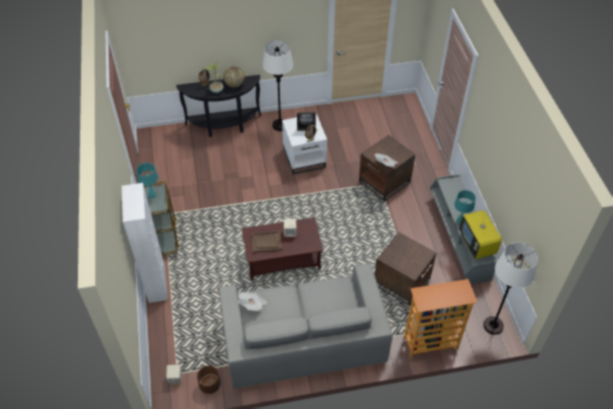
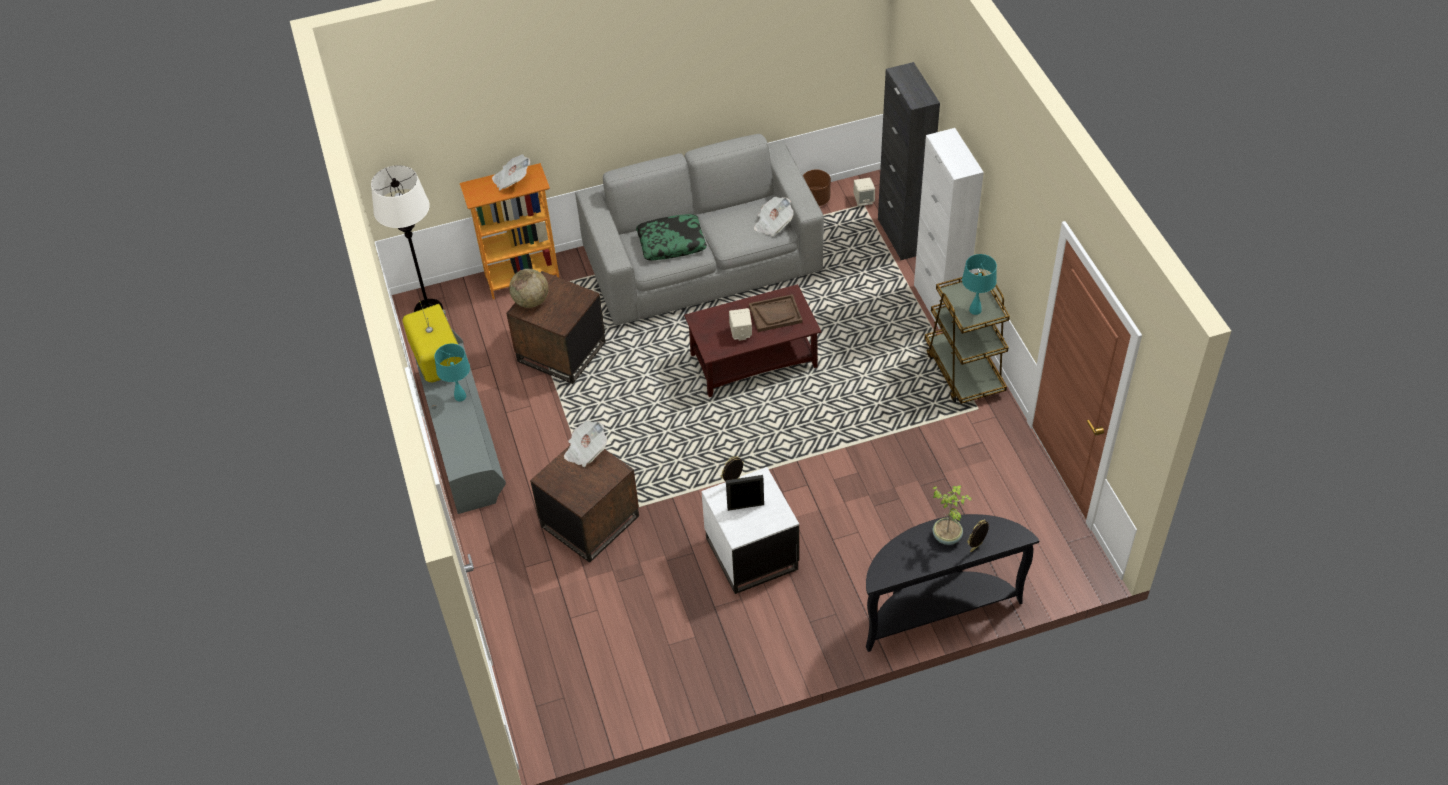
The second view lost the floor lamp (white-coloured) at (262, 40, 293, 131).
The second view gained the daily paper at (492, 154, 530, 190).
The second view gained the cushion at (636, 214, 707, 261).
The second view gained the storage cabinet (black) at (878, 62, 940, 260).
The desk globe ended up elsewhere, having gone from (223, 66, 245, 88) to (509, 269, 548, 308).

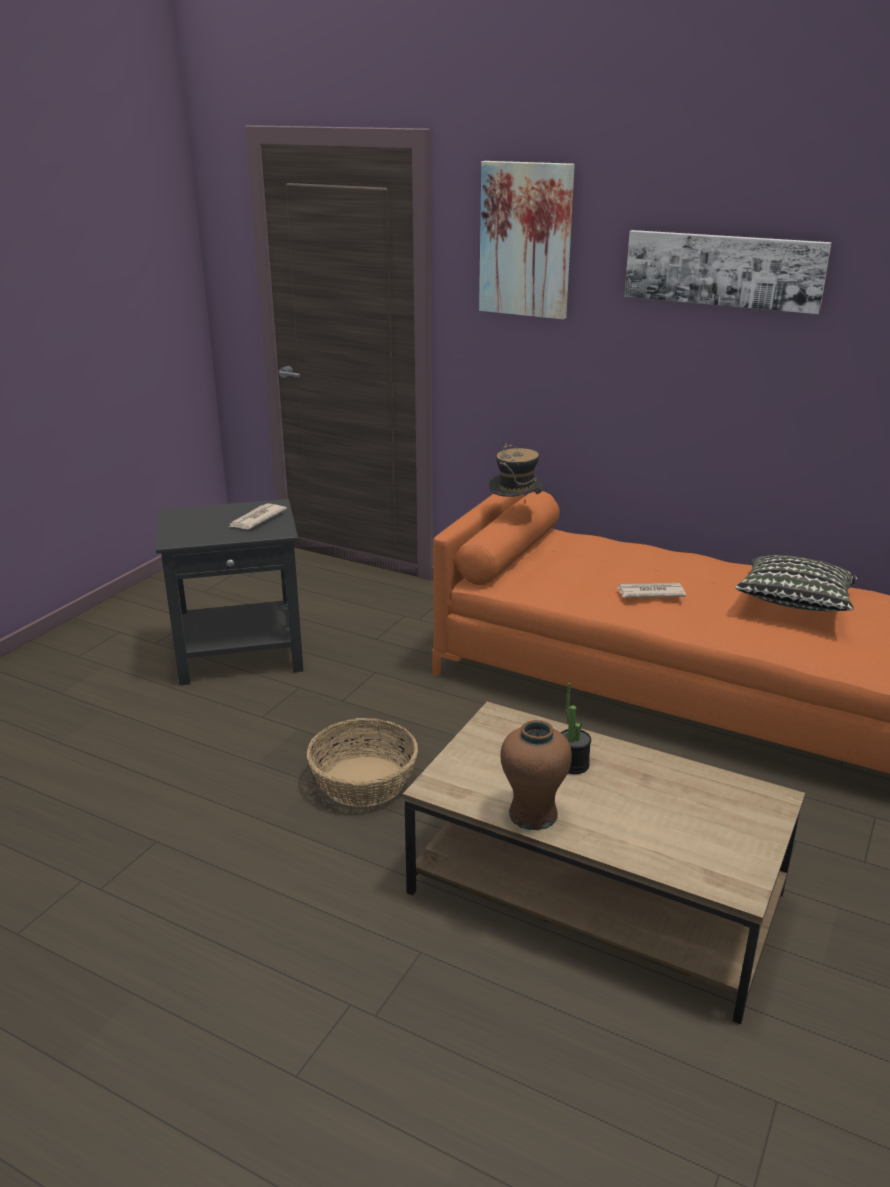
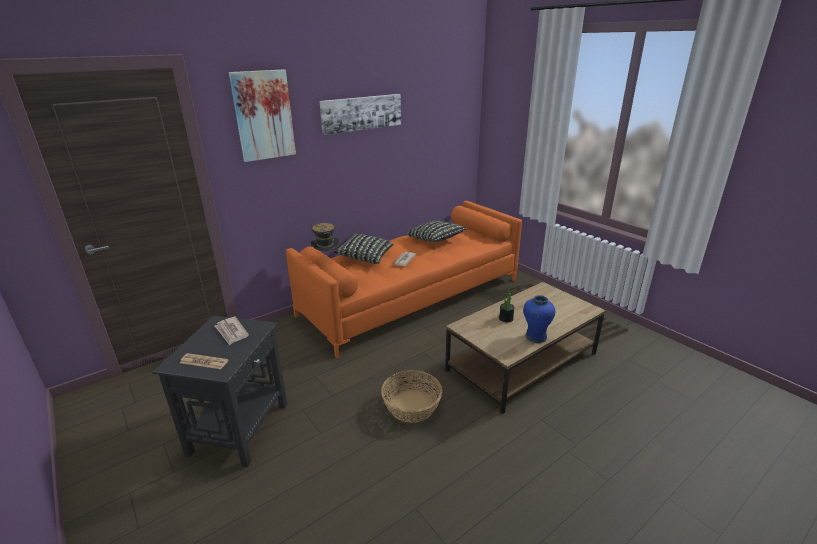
The second view gained the daily paper at (180, 353, 228, 369).
The second view gained the cushion at (334, 233, 393, 264).
What was the vase (brown-coloured) at (500, 720, 572, 830) turned into the vase (blue-coloured) at (523, 295, 555, 343).

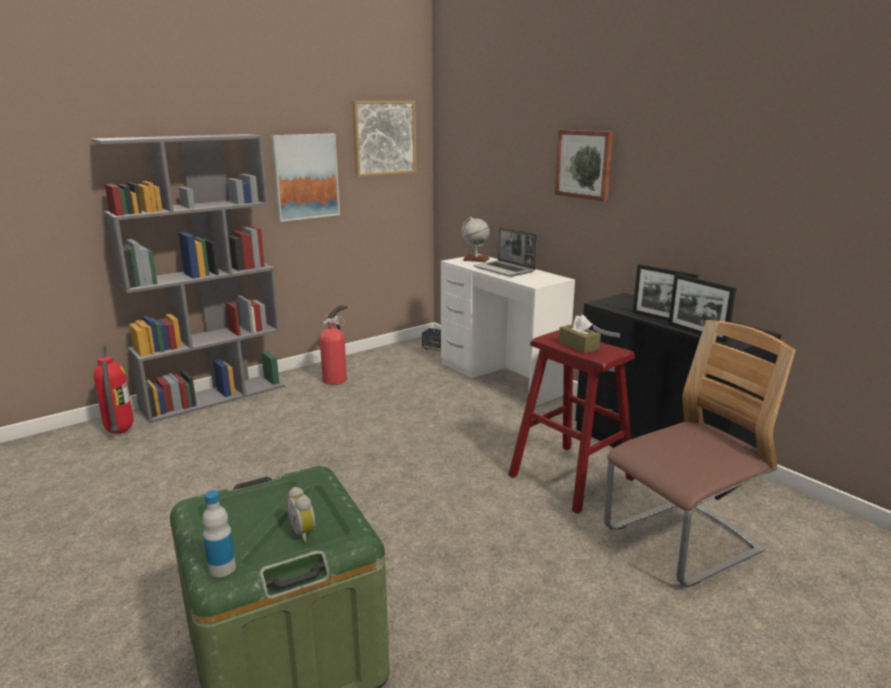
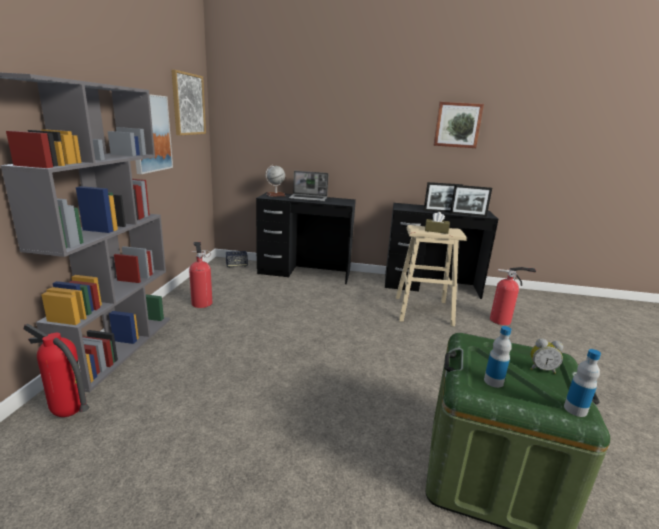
The second view gained the bottle at (484, 326, 512, 388).
The wall picture ended up elsewhere, having gone from (555, 130, 614, 201) to (434, 102, 484, 148).
Where the plain chair stood at (604, 320, 796, 587), the extinguisher came to stand at (490, 267, 536, 325).
What was the desk (white-coloured) at (441, 254, 575, 406) turned into the desk (black) at (256, 192, 356, 284).
What was the sitting stool (red) at (508, 330, 635, 514) turned into the sitting stool (sand-coloured) at (396, 225, 467, 326).

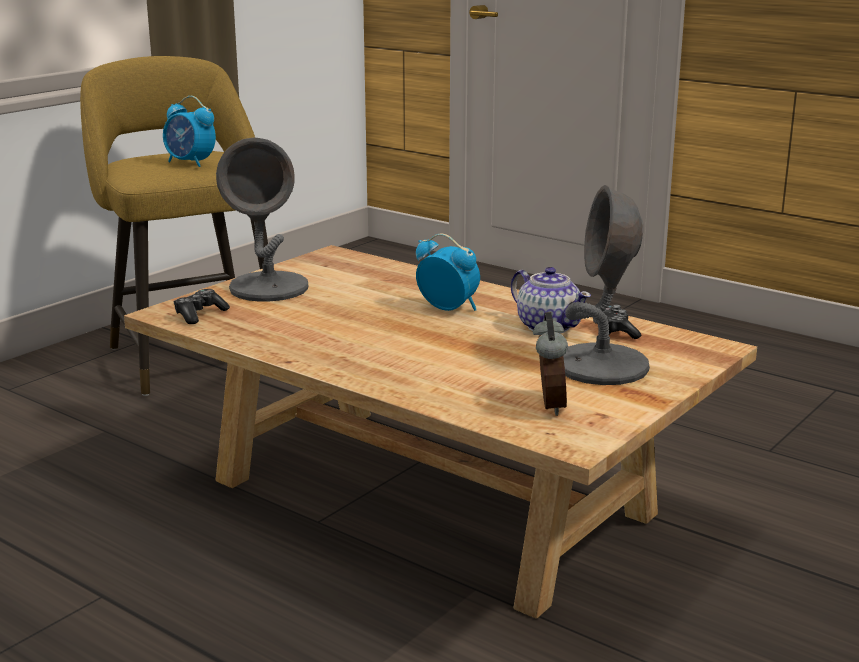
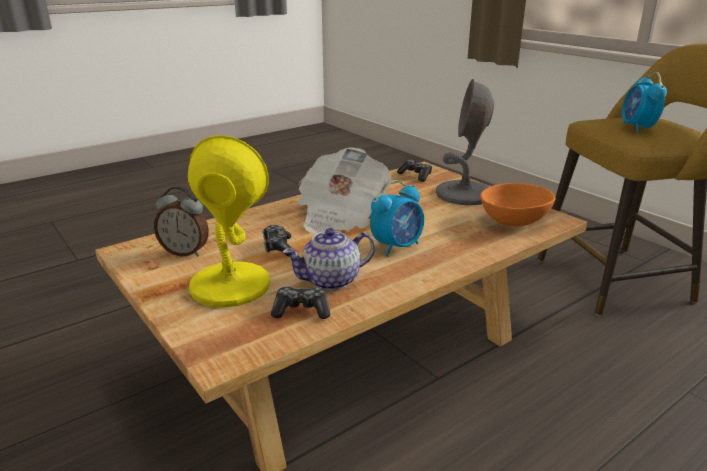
The second view gained the joypad at (262, 225, 292, 257).
The second view gained the daily paper at (298, 147, 392, 234).
The second view gained the deep dish (orange-coloured) at (480, 183, 556, 226).
What was the lamp for a table (gray) at (563, 185, 650, 385) turned into the lamp for a table (yellow-coloured) at (188, 135, 271, 308).
The table clock at (163, 96, 216, 167) ended up facing another way, 45 degrees counterclockwise from before.

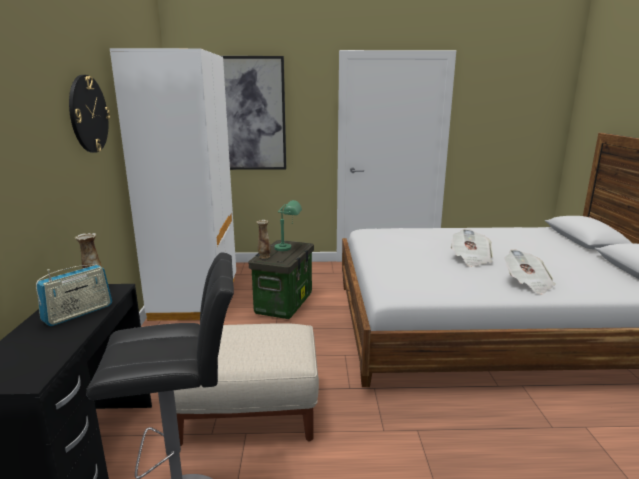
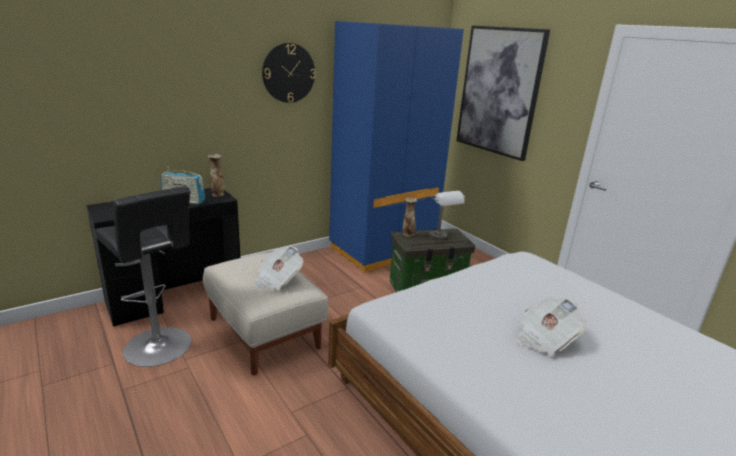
The daily paper ended up elsewhere, having gone from (504, 249, 556, 295) to (253, 246, 303, 290).
What was the wardrobe (white-coloured) at (110, 48, 236, 321) turned into the wardrobe (blue-coloured) at (329, 21, 464, 273).
What was the lamp for a table (greenish) at (274, 200, 302, 251) turned into the lamp for a table (gray) at (429, 191, 465, 240).

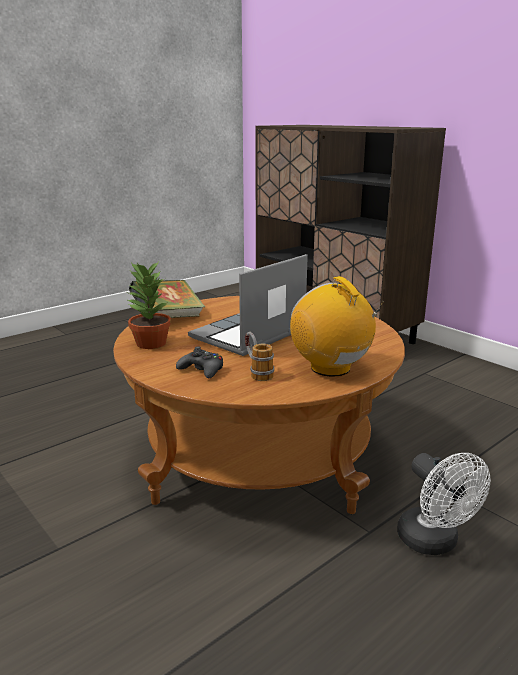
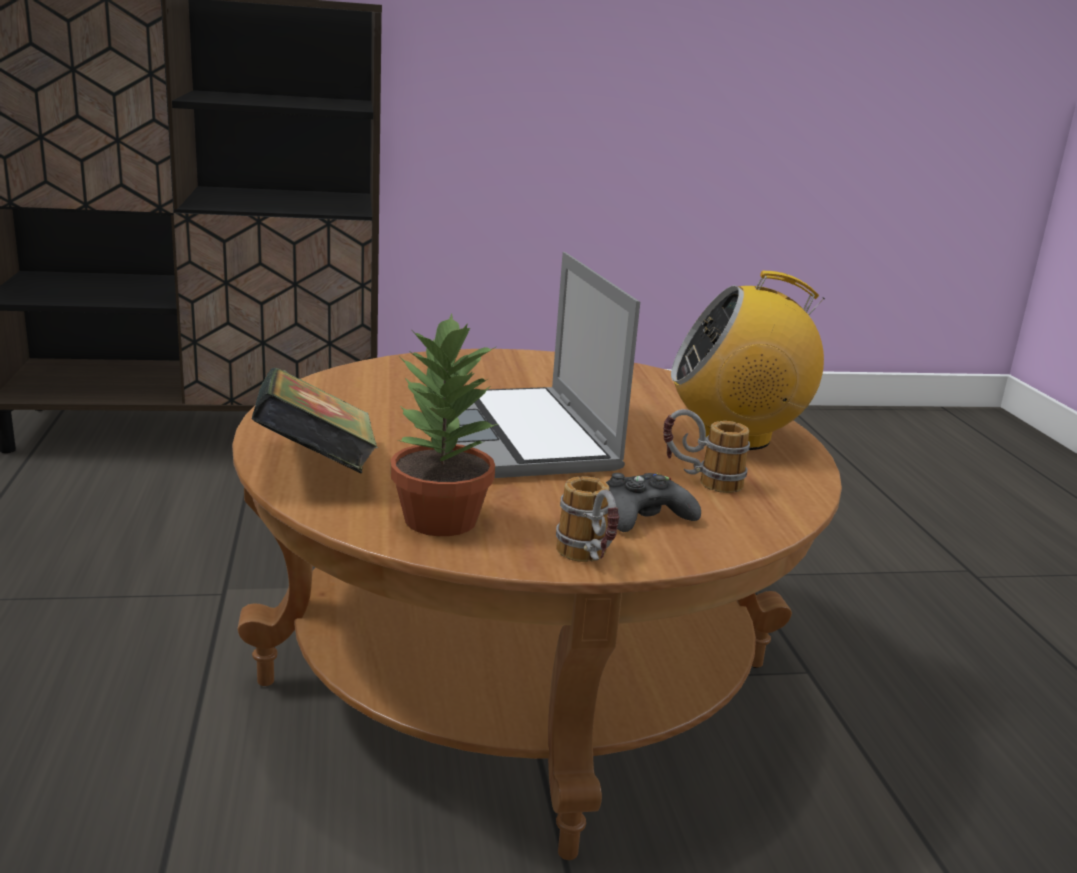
The second view lost the electric fan (white-coloured) at (397, 453, 491, 555).
The second view gained the coffee mug at (556, 476, 620, 562).

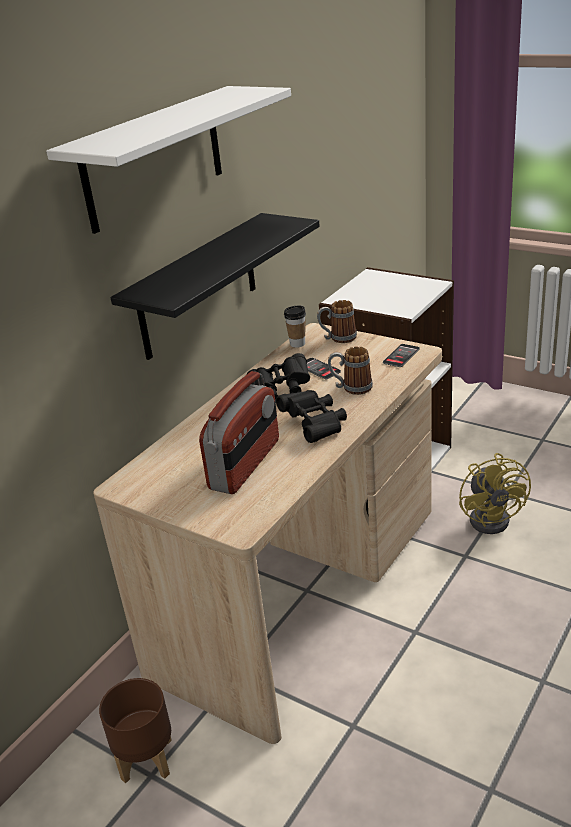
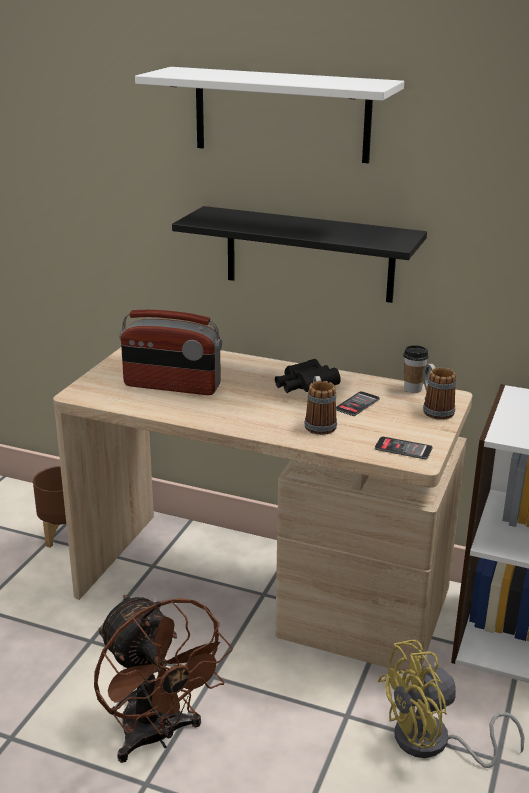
The second view lost the field glasses (black) at (276, 390, 347, 443).
The second view gained the electric fan (brown-coloured) at (94, 595, 233, 763).

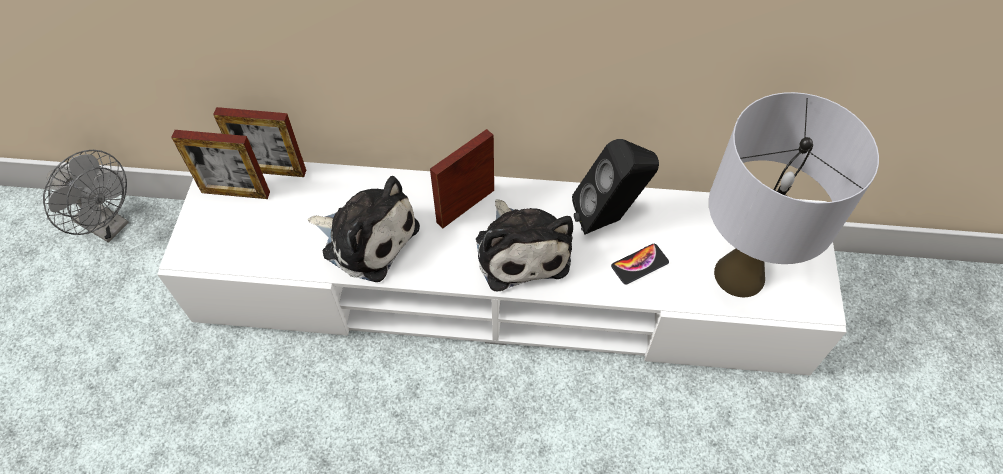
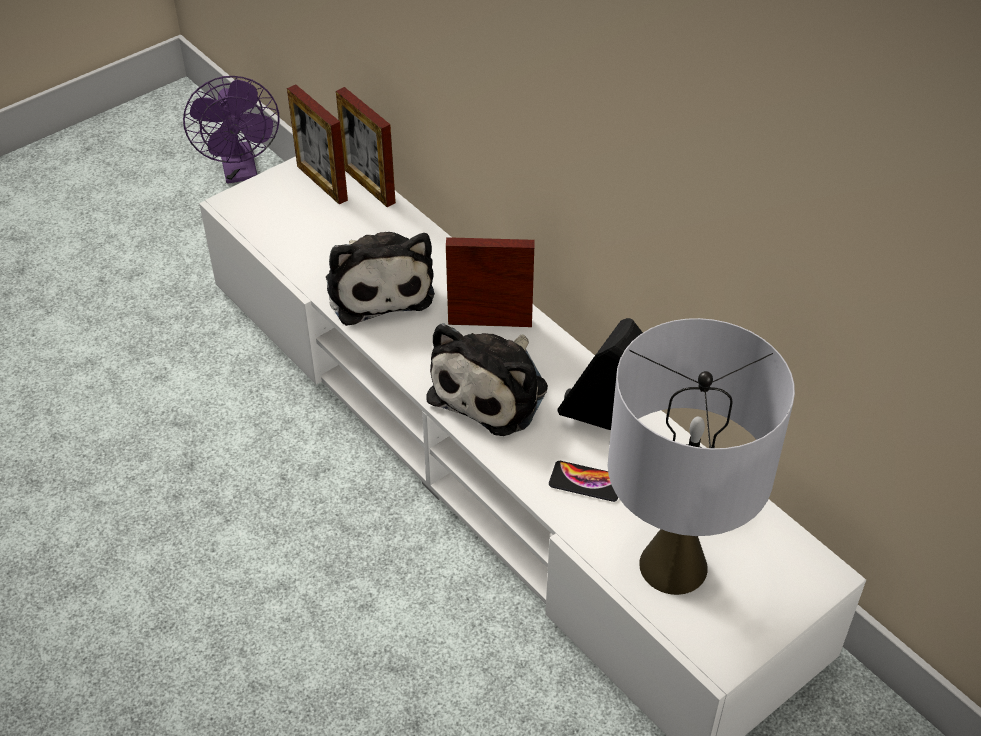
What was the electric fan (gray) at (43, 150, 129, 243) turned into the electric fan (purplish) at (183, 76, 280, 184).

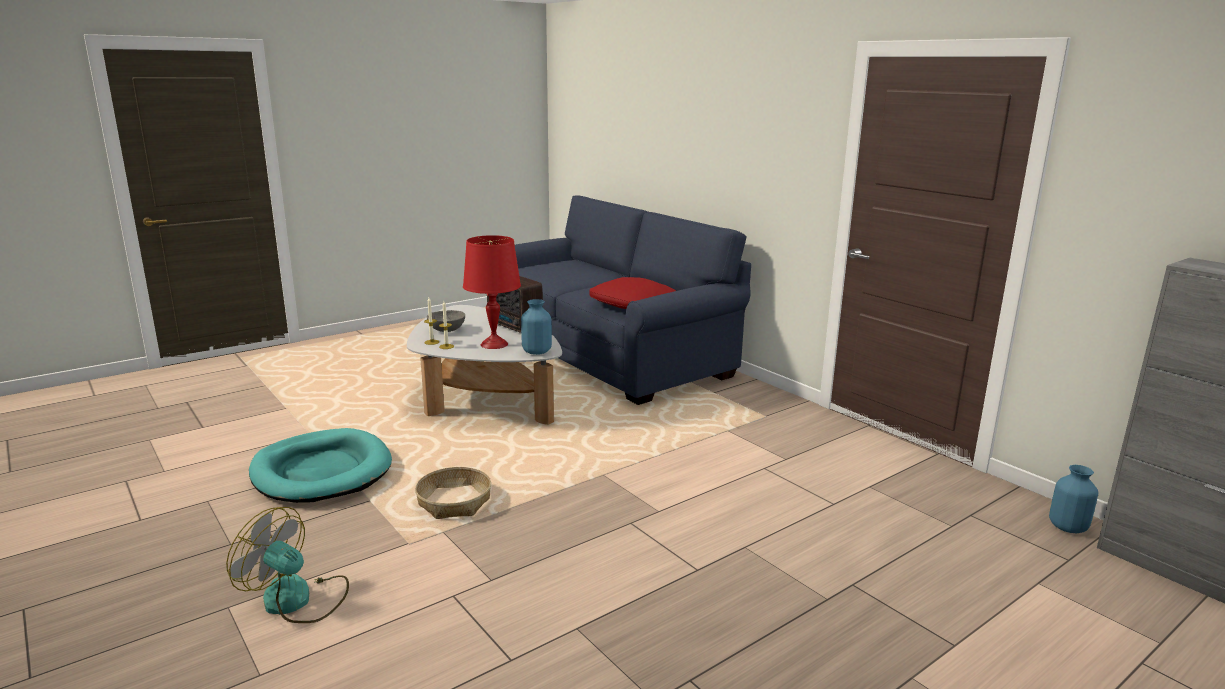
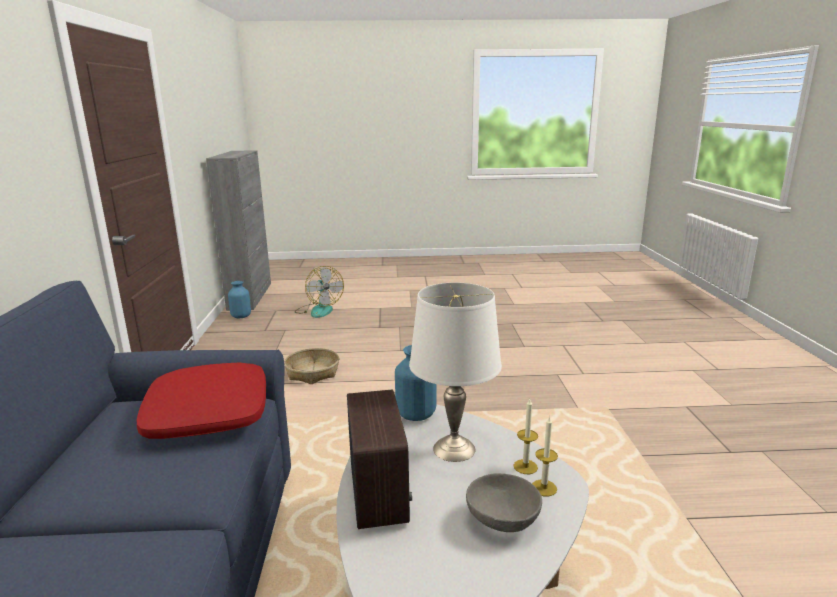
The second view lost the pet bed (turquoise) at (249, 428, 392, 503).
The electric fan ended up elsewhere, having gone from (226, 507, 349, 623) to (295, 266, 344, 318).
The basket ended up elsewhere, having gone from (415, 467, 491, 519) to (284, 348, 339, 384).
What was the lamp for a table (red) at (463, 235, 521, 349) turned into the lamp for a table (white-coloured) at (409, 283, 502, 462).

